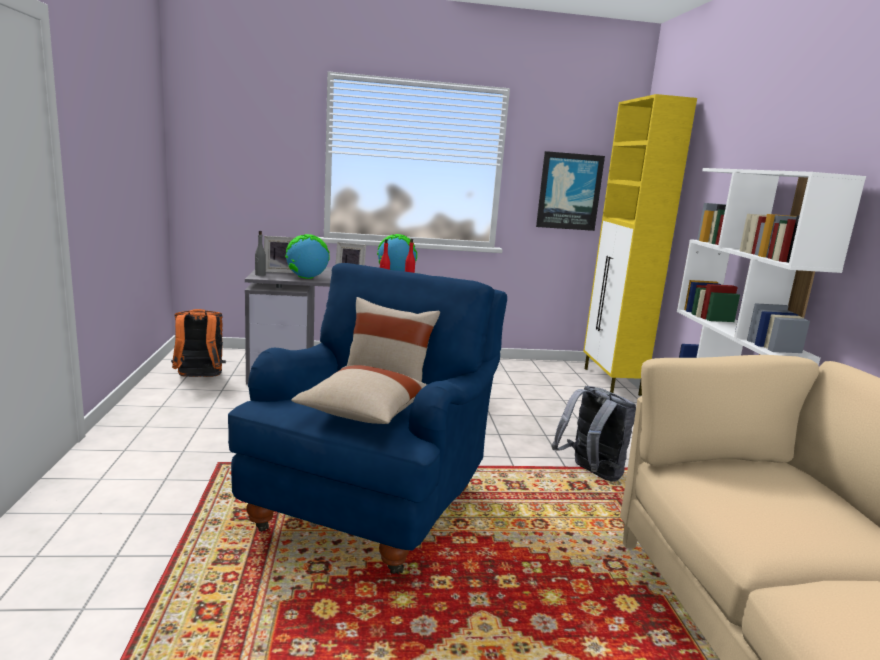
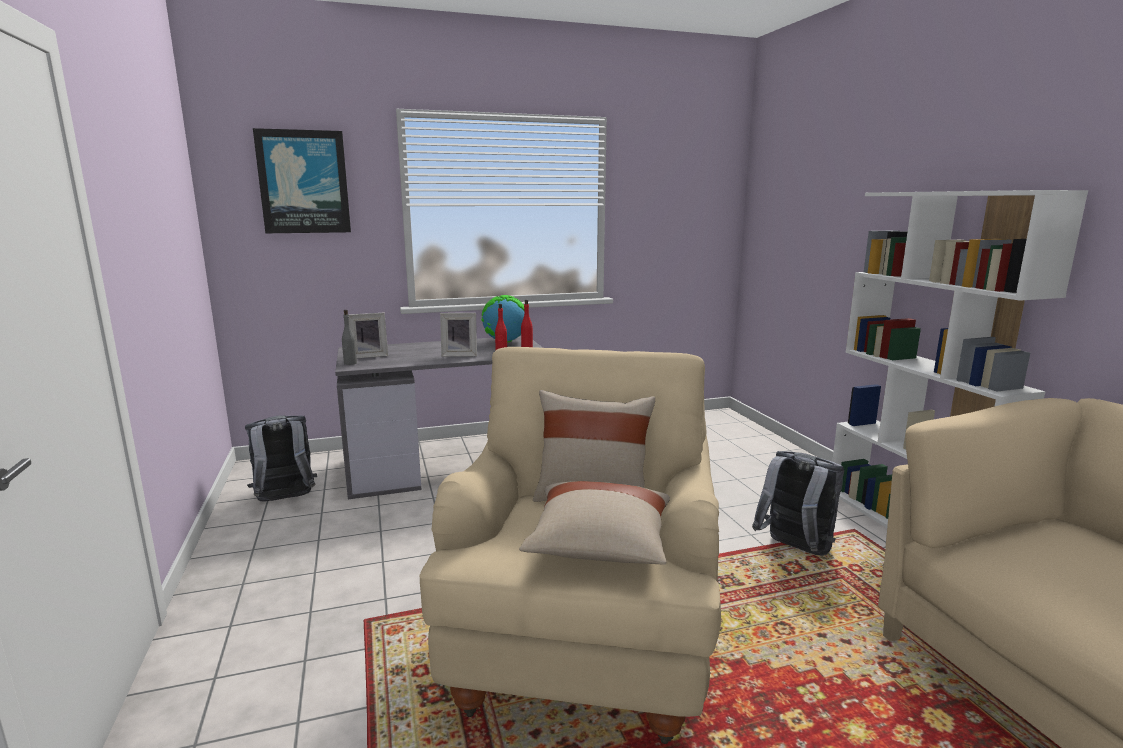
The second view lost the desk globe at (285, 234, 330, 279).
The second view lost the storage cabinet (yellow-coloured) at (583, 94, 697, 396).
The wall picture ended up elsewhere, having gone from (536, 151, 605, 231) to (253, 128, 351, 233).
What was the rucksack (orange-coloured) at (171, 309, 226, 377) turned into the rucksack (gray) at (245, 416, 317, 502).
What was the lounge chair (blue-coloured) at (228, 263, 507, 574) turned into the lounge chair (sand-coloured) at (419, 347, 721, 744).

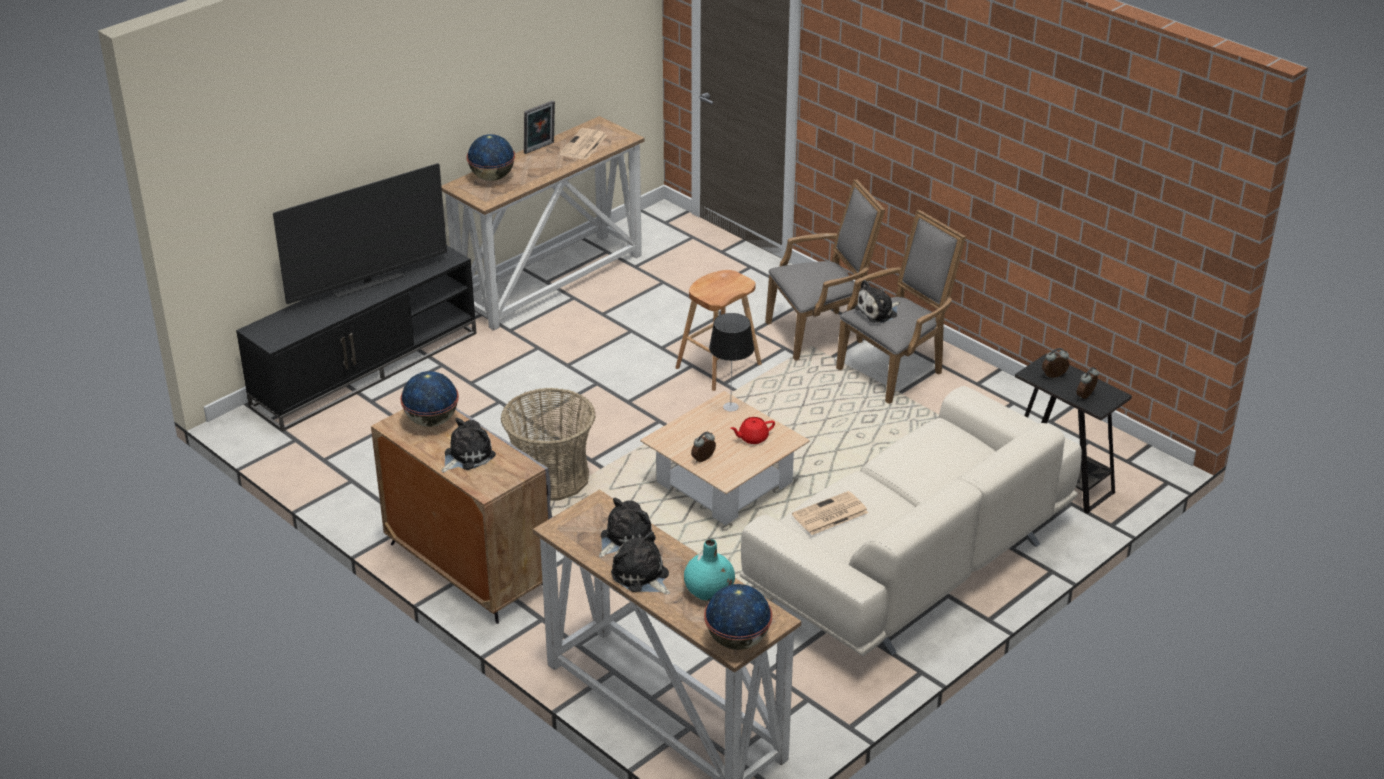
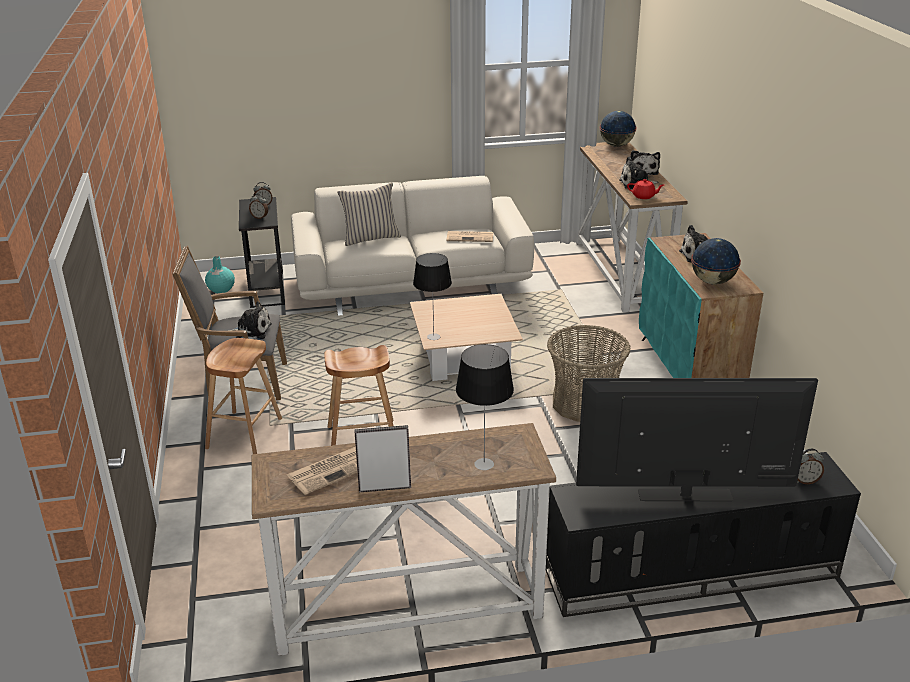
The second view gained the cushion (sand-coloured) at (337, 183, 401, 246).
The vase (turquoise) ended up elsewhere, having gone from (684, 539, 735, 601) to (205, 256, 235, 293).
The table clock ended up elsewhere, having gone from (691, 432, 716, 462) to (797, 449, 824, 484).
The pot for tea (red) ended up elsewhere, having gone from (730, 417, 775, 444) to (627, 179, 664, 199).
Where the desk globe stood at (467, 134, 515, 181), the lamp for a table came to stand at (456, 344, 514, 470).
Where the lounge chair (gray) stood at (765, 179, 885, 361), the sitting stool (brown-coloured) came to stand at (205, 338, 282, 454).
What was the storage cabinet (gray) at (371, 408, 552, 624) turned into the storage cabinet (turquoise) at (639, 233, 763, 378).

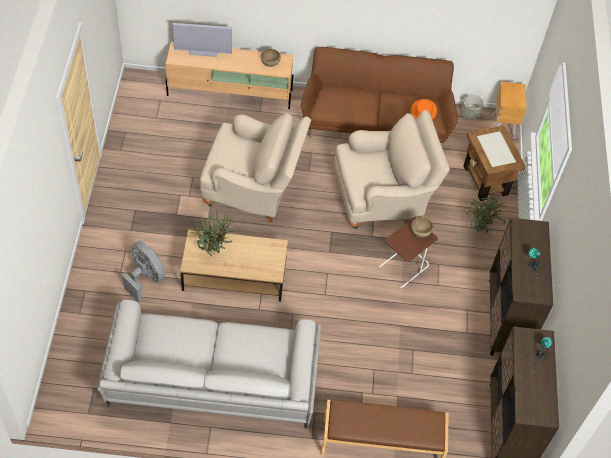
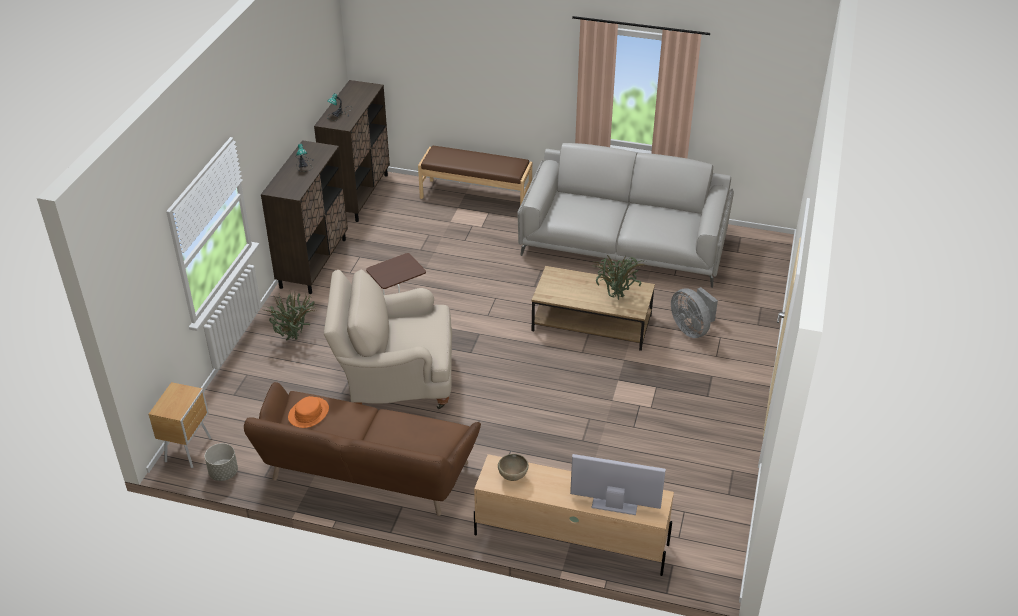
The second view lost the lounge chair (sand-coloured) at (200, 113, 311, 222).
The second view lost the deep dish (brown-coloured) at (411, 217, 433, 238).
The second view lost the side table (brown-coloured) at (463, 125, 526, 201).

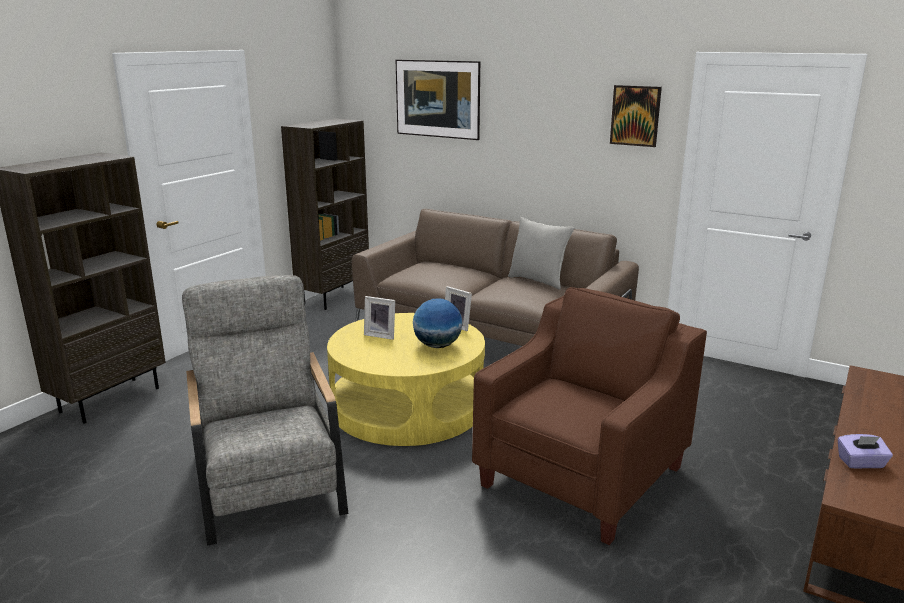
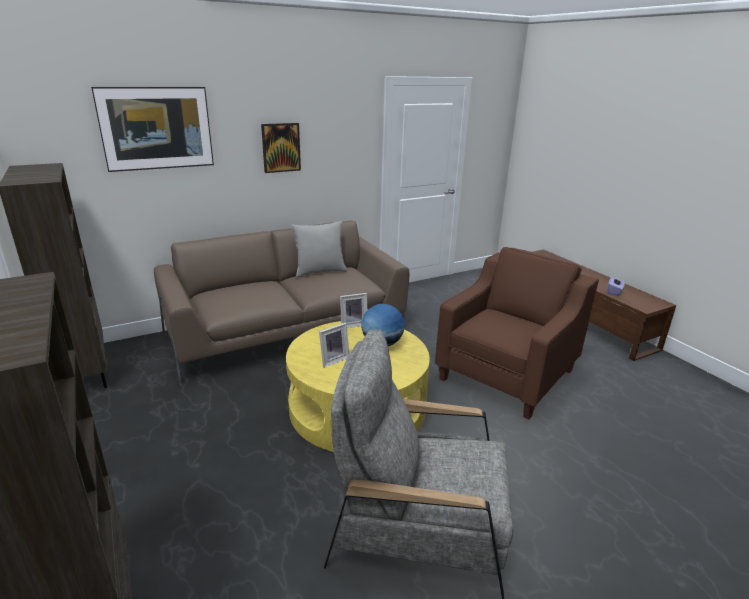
The wall picture ended up elsewhere, having gone from (610, 85, 662, 147) to (261, 123, 301, 173).
The lounge chair (brown-coloured) at (472, 287, 707, 545) ended up facing another way, 60 degrees clockwise from before.

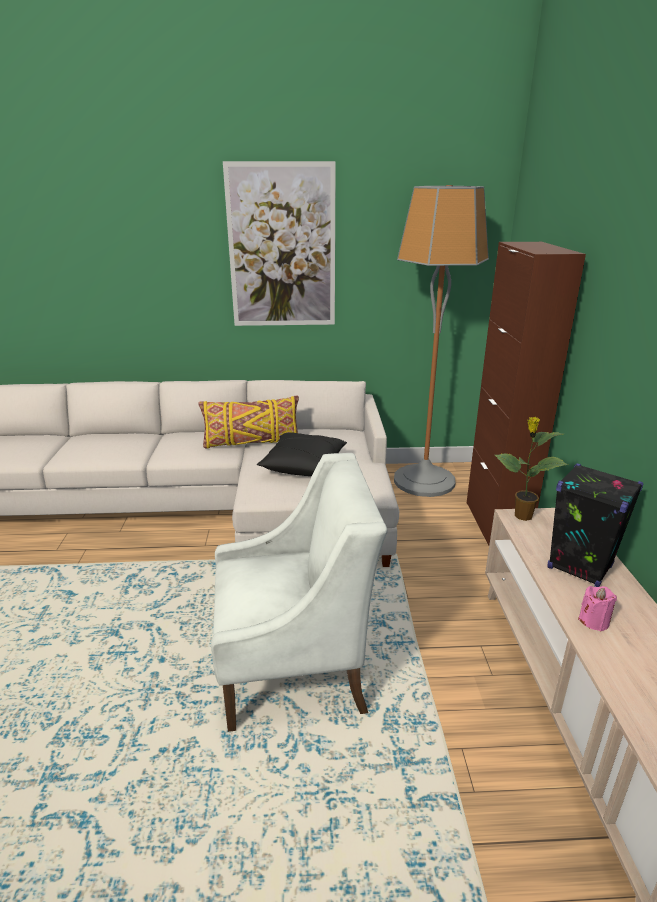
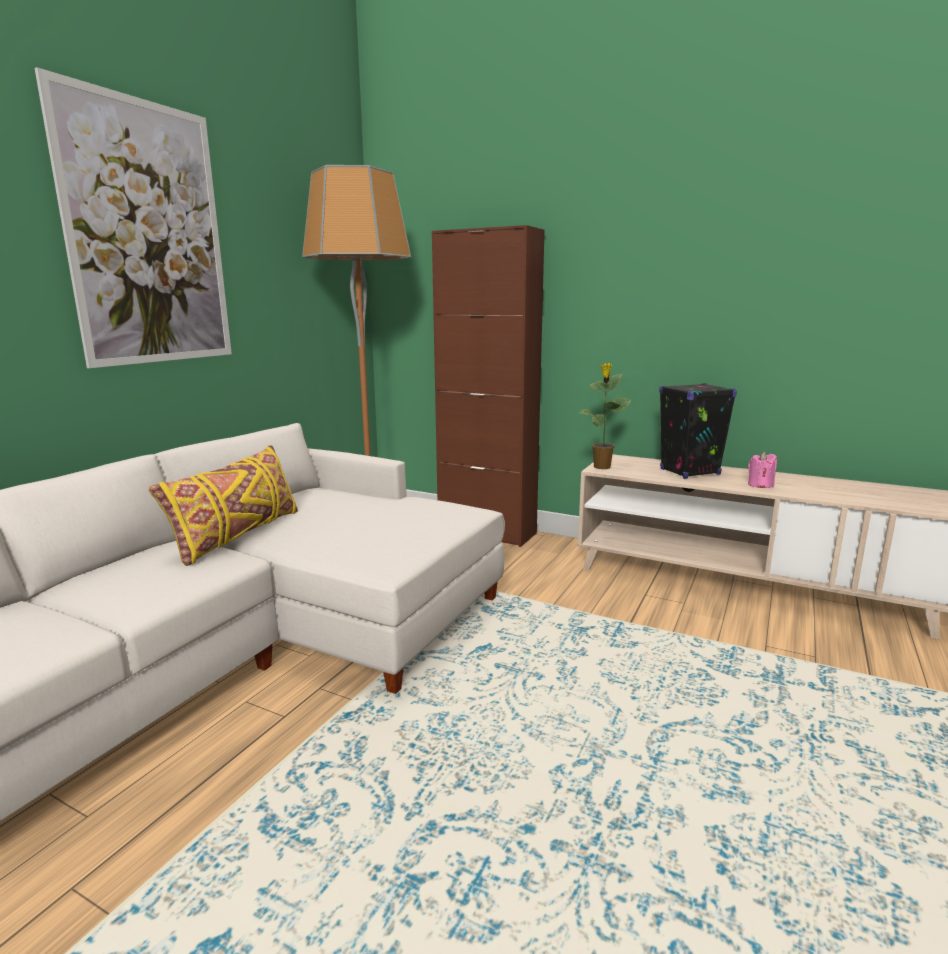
The second view lost the lounge chair (white-coloured) at (211, 453, 388, 732).
The second view lost the cushion (black) at (257, 433, 347, 476).

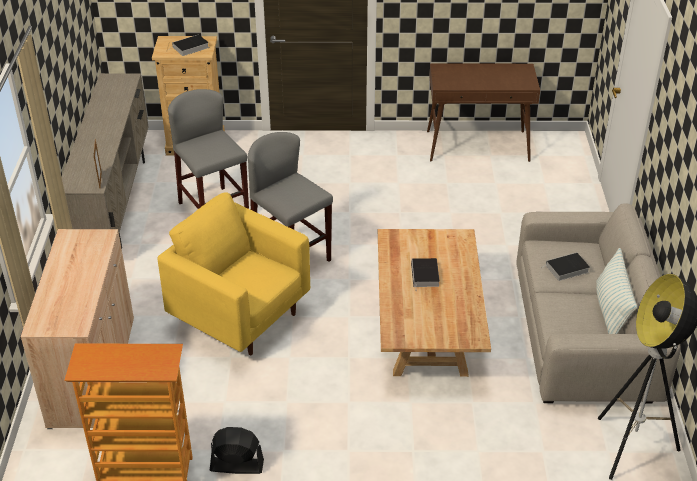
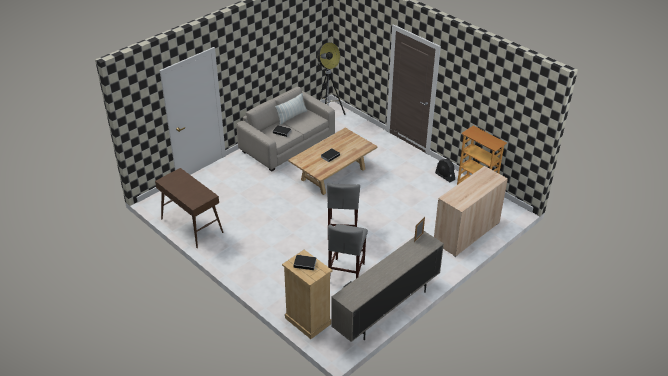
The second view lost the lounge chair (yellow-coloured) at (157, 192, 310, 355).

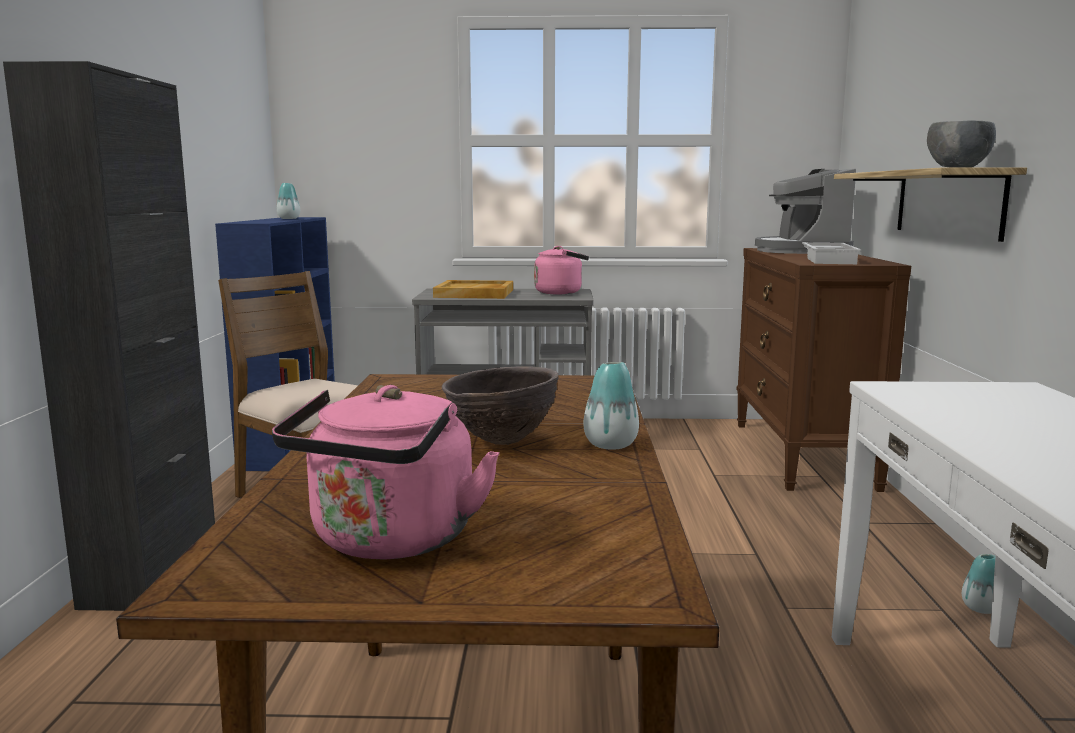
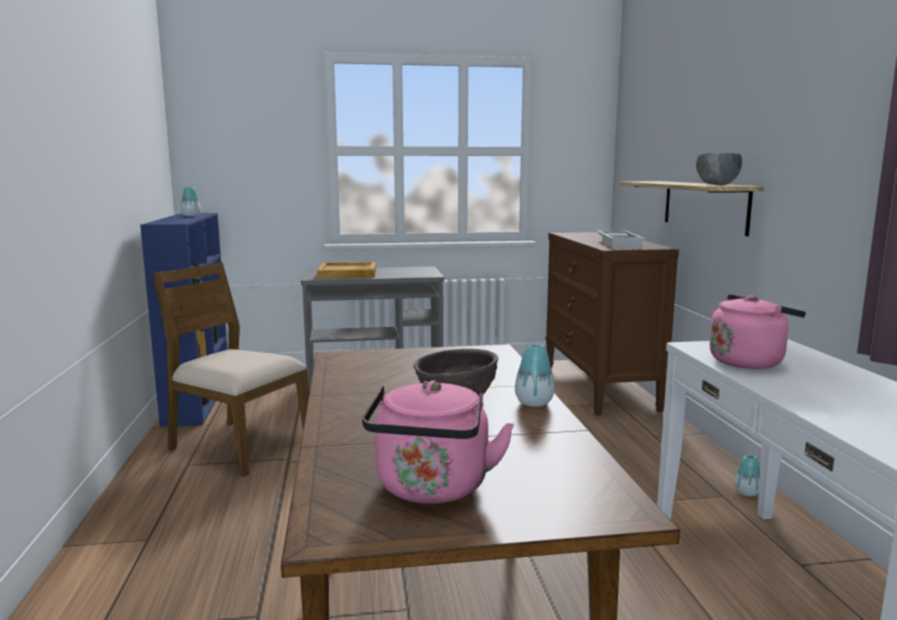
The second view lost the storage cabinet (black) at (3, 61, 215, 611).
The second view lost the coffee machine at (755, 169, 856, 254).
The water kettle (pink) ended up elsewhere, having gone from (534, 246, 589, 294) to (709, 294, 806, 369).

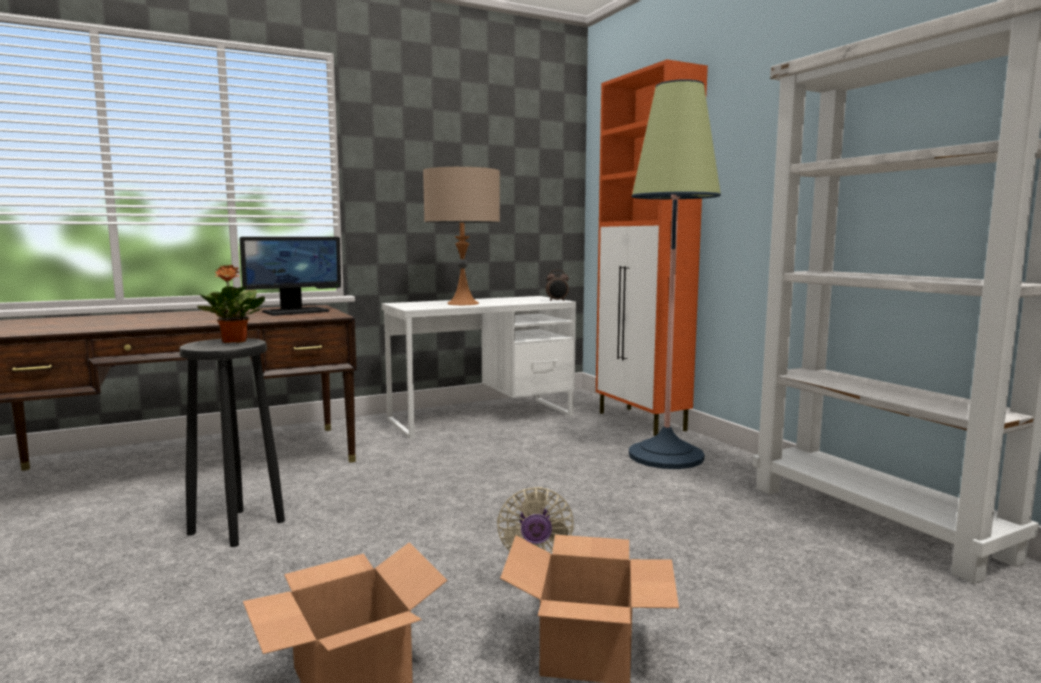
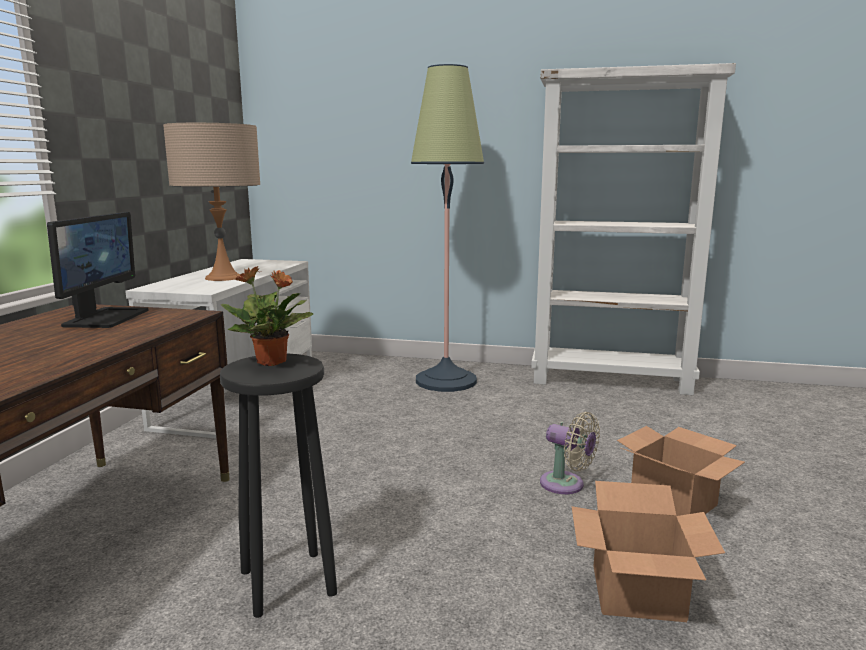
The second view lost the table clock at (546, 270, 569, 301).
The second view lost the storage cabinet (orange-coloured) at (596, 59, 708, 436).

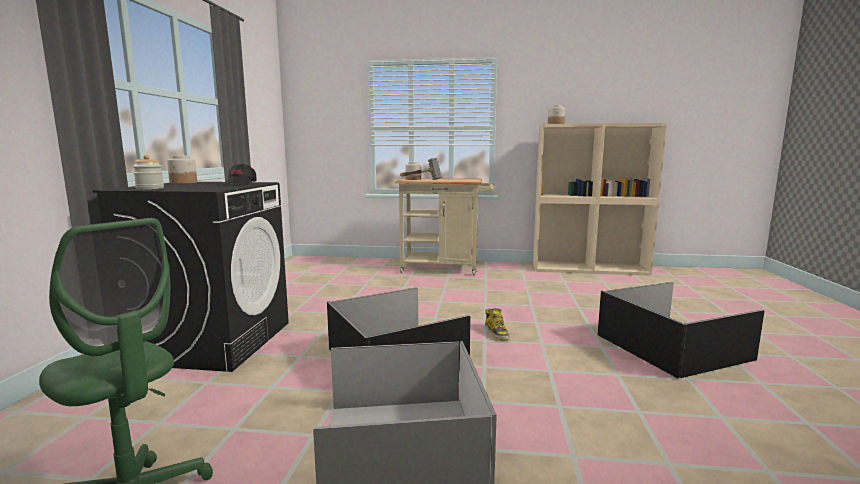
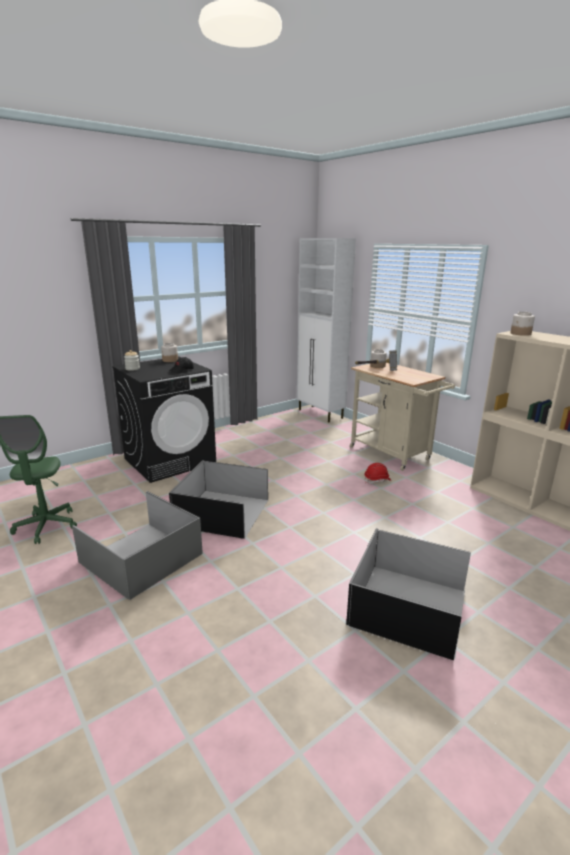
The second view lost the high-top boot at (485, 308, 510, 340).
The second view gained the storage cabinet (white-coloured) at (297, 238, 356, 422).
The second view gained the safety helmet (red) at (364, 463, 391, 484).

